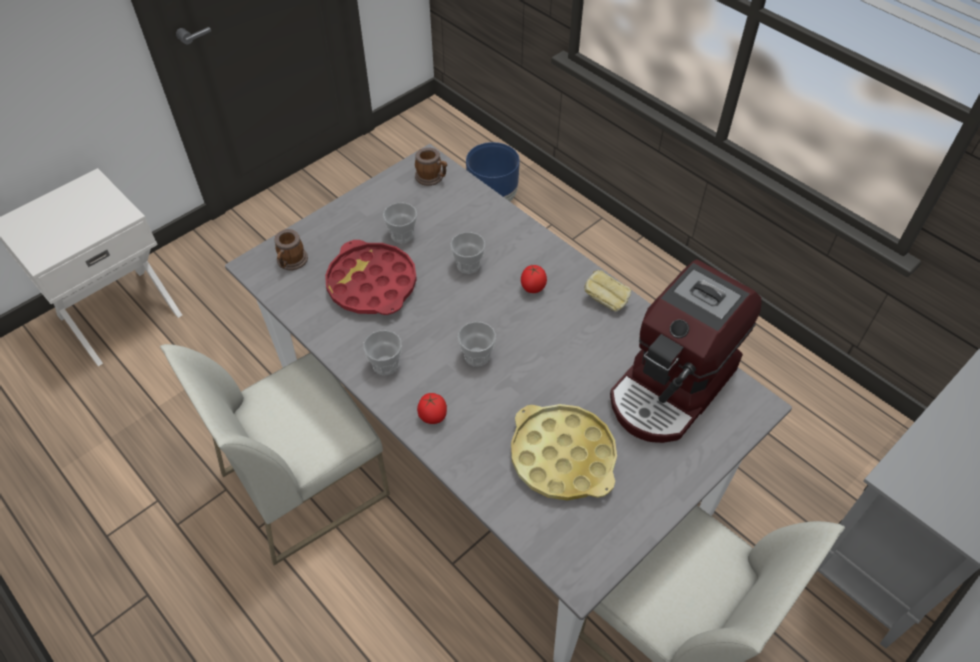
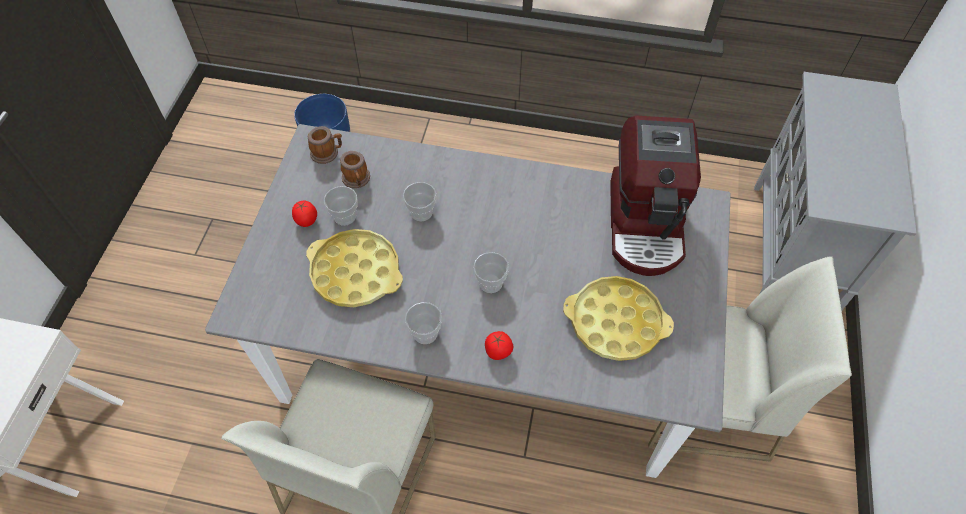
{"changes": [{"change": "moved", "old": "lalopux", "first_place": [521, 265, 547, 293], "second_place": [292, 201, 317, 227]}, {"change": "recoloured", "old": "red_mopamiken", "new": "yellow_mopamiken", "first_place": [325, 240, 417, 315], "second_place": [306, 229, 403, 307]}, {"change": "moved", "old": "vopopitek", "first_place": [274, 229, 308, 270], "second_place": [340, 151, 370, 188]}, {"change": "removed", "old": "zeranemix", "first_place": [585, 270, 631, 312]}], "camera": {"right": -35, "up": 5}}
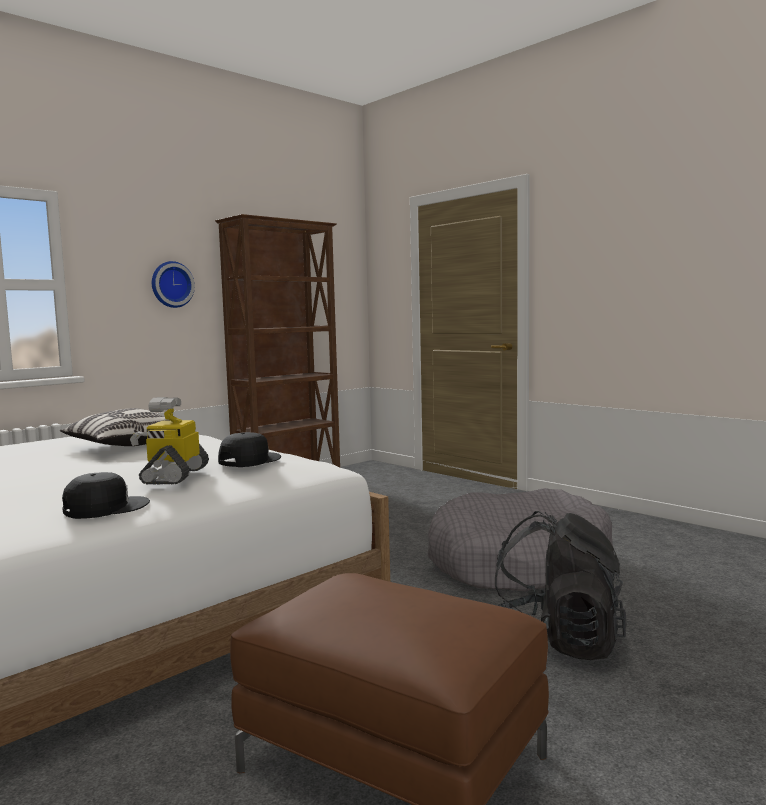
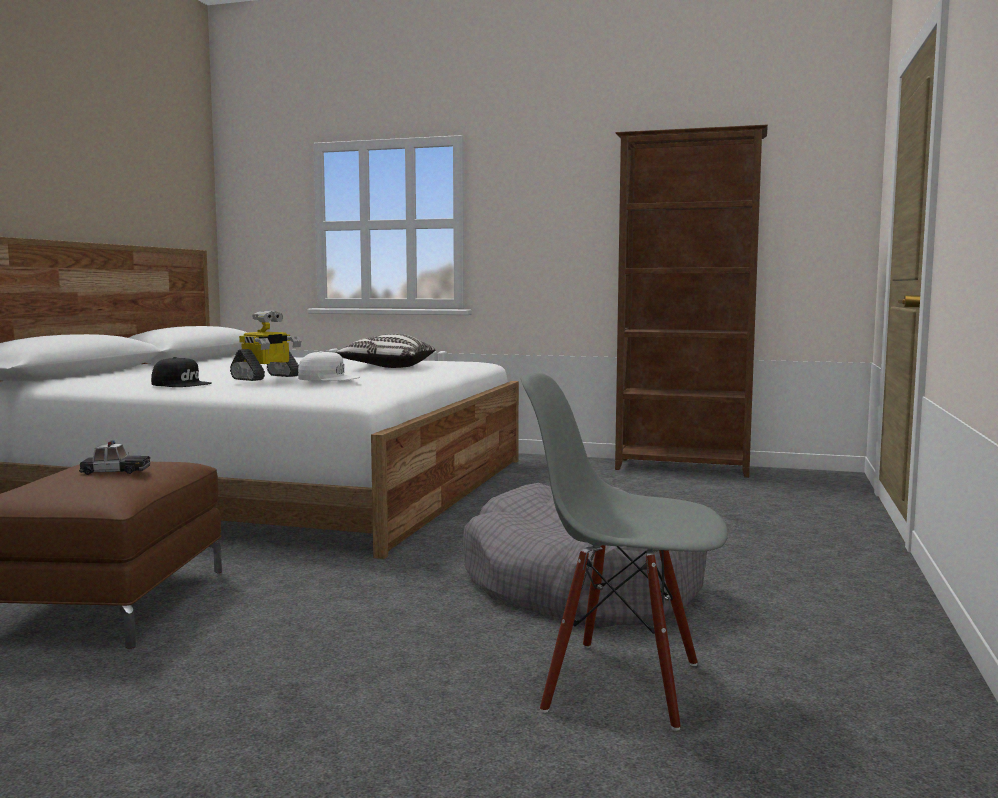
{"changes": [{"change": "added", "new": "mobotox", "second_place": [79, 440, 150, 475]}, {"change": "turned", "old": "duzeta", "first_place": [130, 397, 209, 485], "second_place": [230, 311, 301, 381], "degrees": 150}, {"change": "recoloured", "old": "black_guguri", "new": "white_guguri", "first_place": [218, 432, 281, 467], "second_place": [298, 351, 360, 381]}, {"change": "added", "new": "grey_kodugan", "second_place": [521, 373, 728, 731]}, {"change": "removed", "old": "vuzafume", "first_place": [152, 261, 195, 308]}, {"change": "removed", "old": "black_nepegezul", "first_place": [495, 511, 627, 660]}], "camera": {"right": 60, "up": 0}}
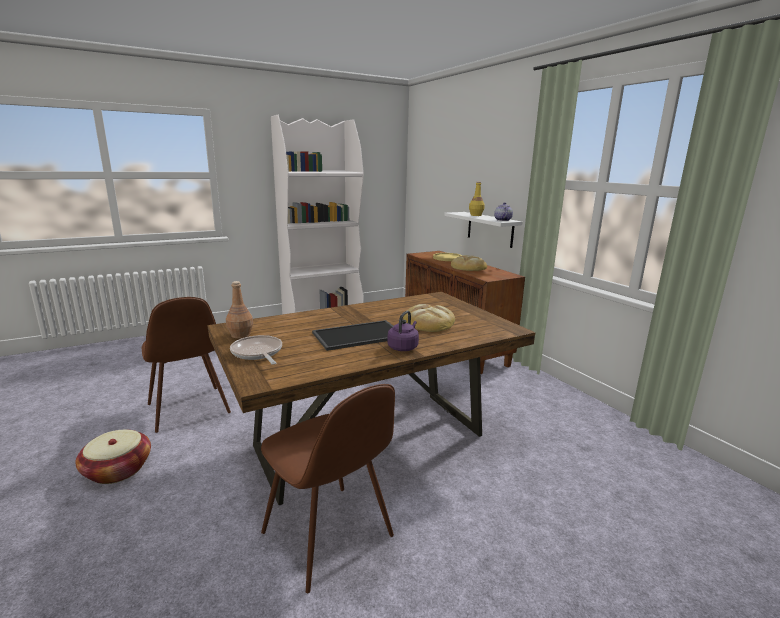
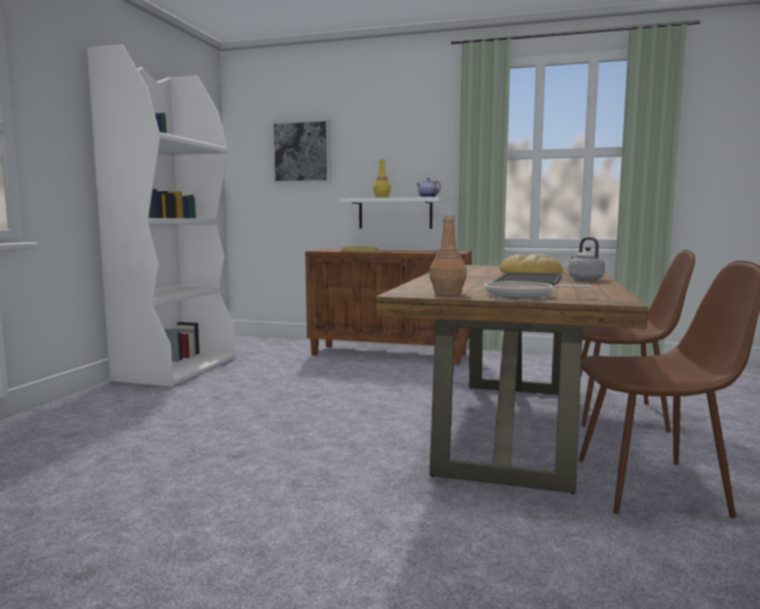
{"changes": [{"change": "added", "new": "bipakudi", "second_place": [272, 119, 331, 183]}, {"change": "recoloured", "old": "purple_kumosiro", "new": "grey_kumosiro", "first_place": [388, 311, 419, 351], "second_place": [569, 237, 605, 281]}, {"change": "moved", "old": "brown_kodugan", "first_place": [142, 297, 231, 433], "second_place": [581, 250, 695, 433]}, {"change": "removed", "old": "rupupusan", "first_place": [75, 430, 151, 484]}, {"change": "removed", "old": "zeranemix", "first_place": [451, 255, 487, 271]}], "camera": {"right": -45, "up": -10}}
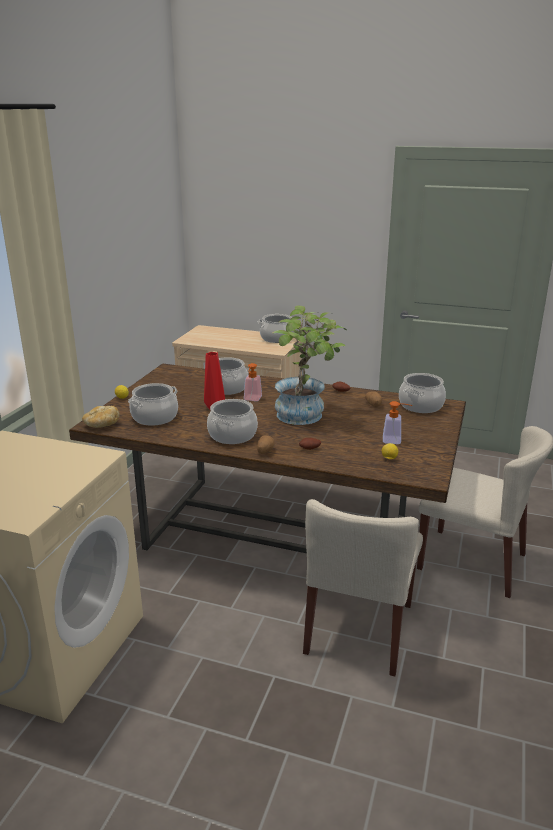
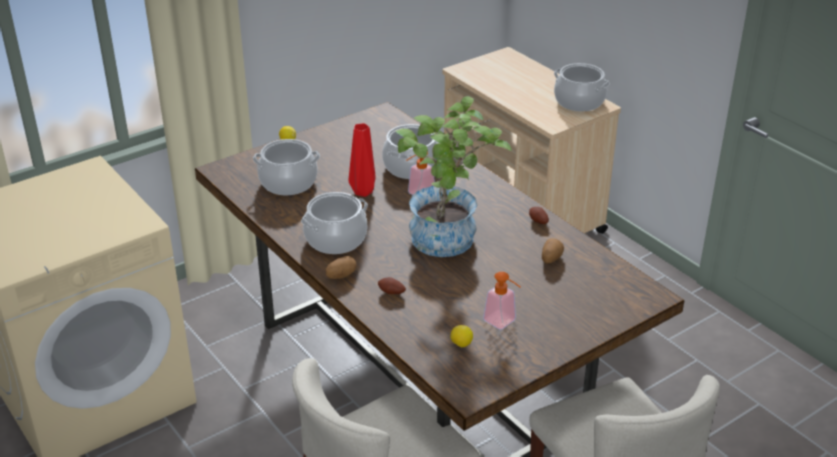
{"changes": [{"change": "removed", "old": "zeranemix", "first_place": [82, 406, 120, 428]}, {"change": "removed", "old": "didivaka", "first_place": [399, 373, 446, 413]}], "camera": {"right": 35, "up": 10}}
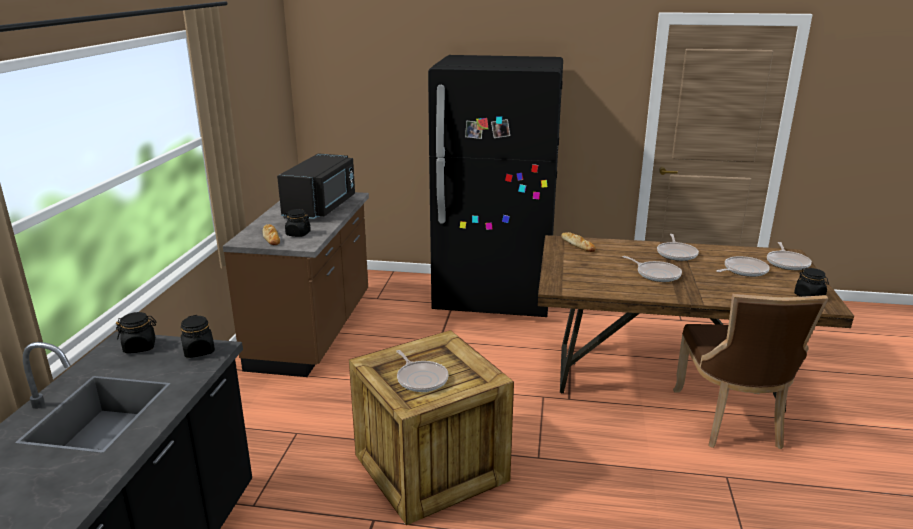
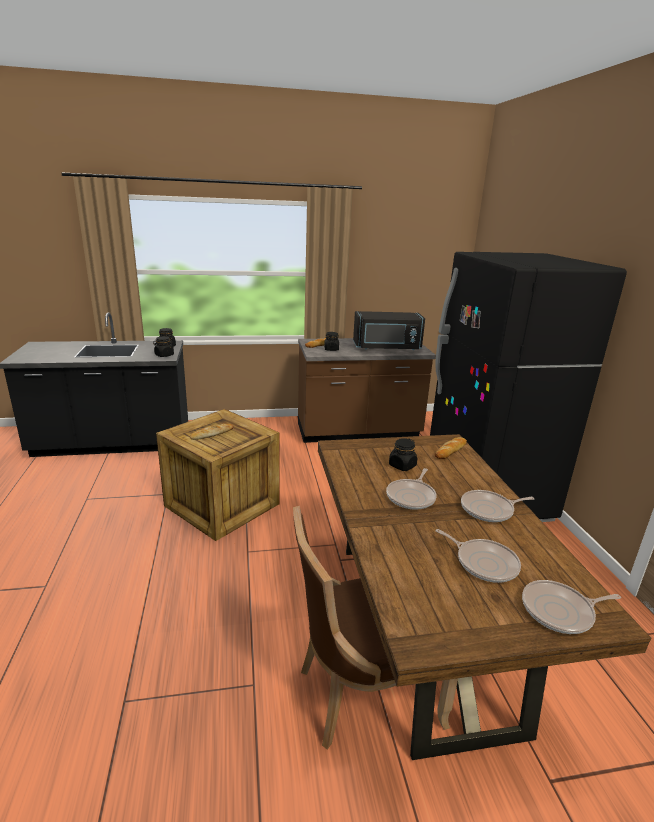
{"changes": [{"change": "replaced", "old": "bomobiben", "new": "zeranemix", "first_place": [396, 350, 449, 392], "second_place": [190, 424, 233, 440]}, {"change": "moved", "old": "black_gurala", "first_place": [794, 268, 829, 297], "second_place": [389, 438, 417, 471]}], "camera": {"right": 70, "up": 0}}
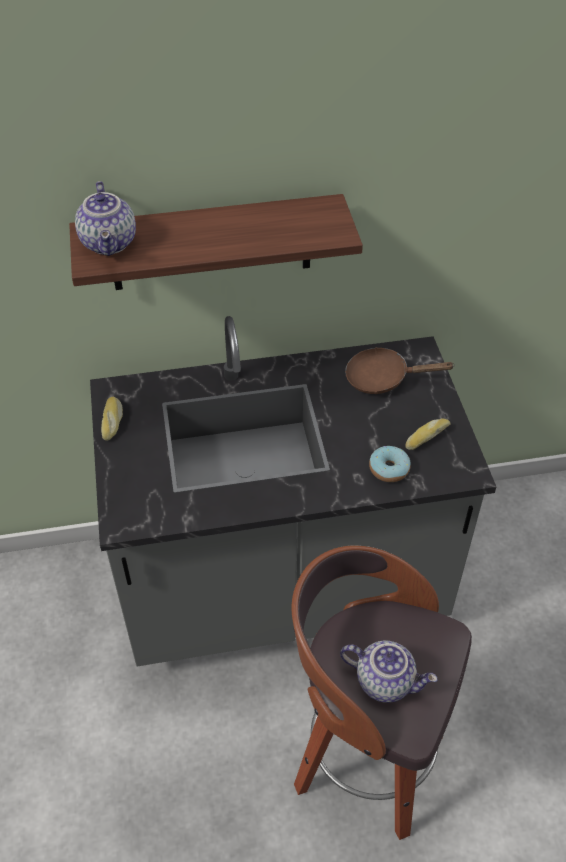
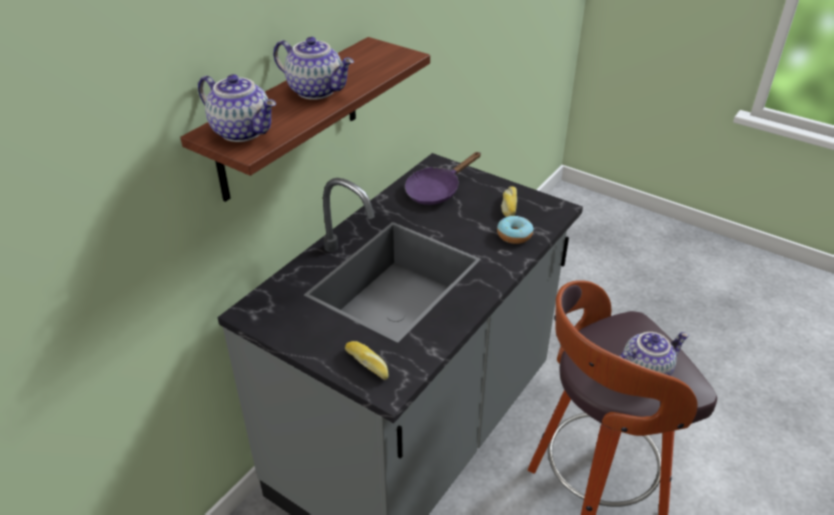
{"changes": [{"change": "added", "new": "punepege", "second_place": [273, 37, 354, 100]}, {"change": "moved", "old": "zeranemix", "first_place": [101, 397, 123, 441], "second_place": [345, 341, 389, 380]}, {"change": "recoloured", "old": "brown_bomobiben", "new": "purple_bomobiben", "first_place": [345, 347, 455, 394], "second_place": [405, 152, 481, 205]}], "camera": {"right": -45, "up": -10}}
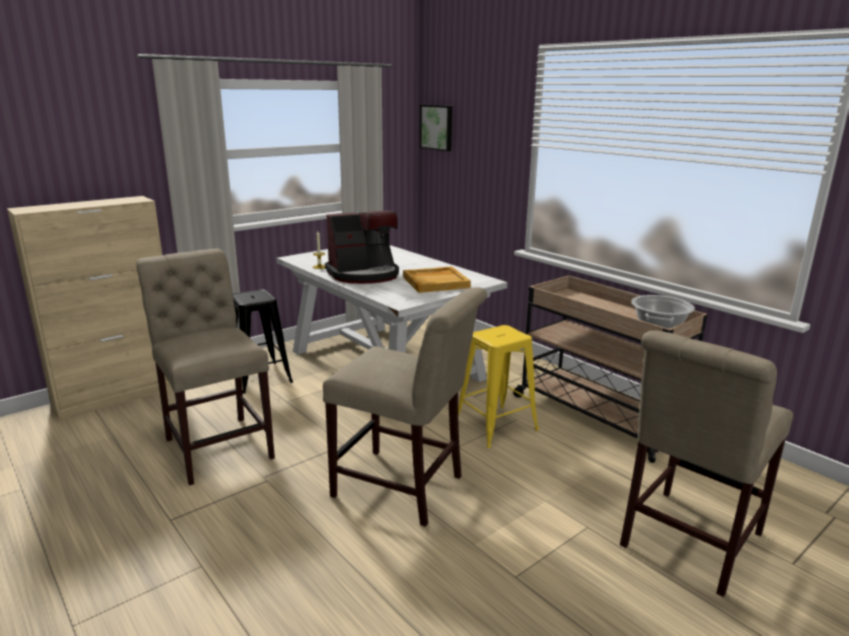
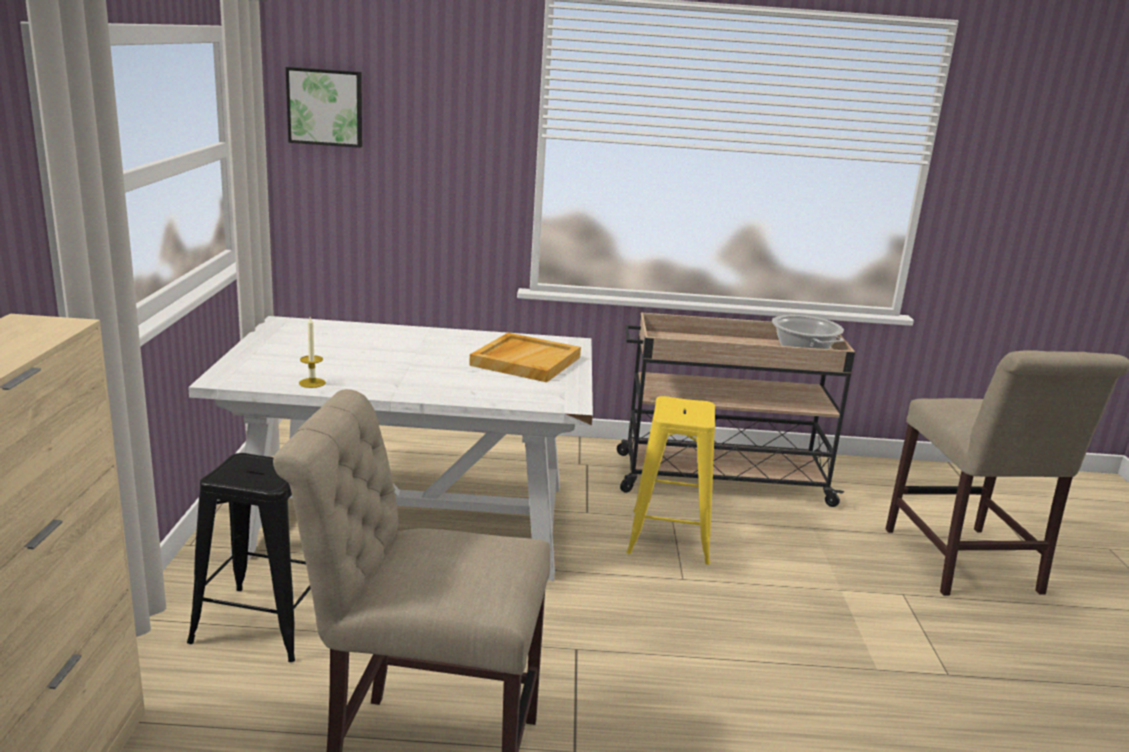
{"changes": [{"change": "removed", "old": "beige_kodugan", "first_place": [323, 287, 487, 527]}, {"change": "removed", "old": "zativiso", "first_place": [325, 211, 399, 284]}], "camera": {"right": -50, "up": 0}}
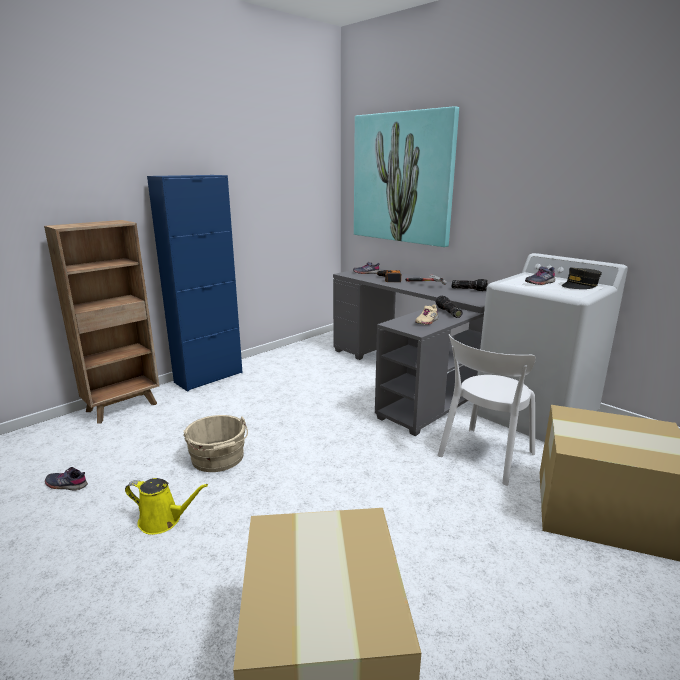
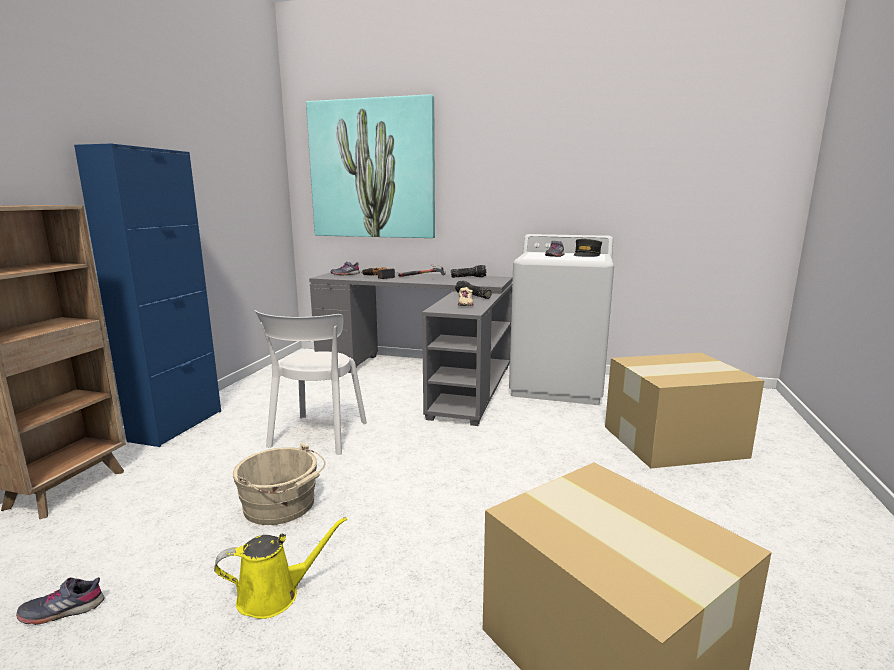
{"changes": [{"change": "moved", "old": "white_kodugan", "first_place": [437, 334, 536, 486], "second_place": [255, 310, 367, 455]}], "camera": {"right": -30, "up": -5}}
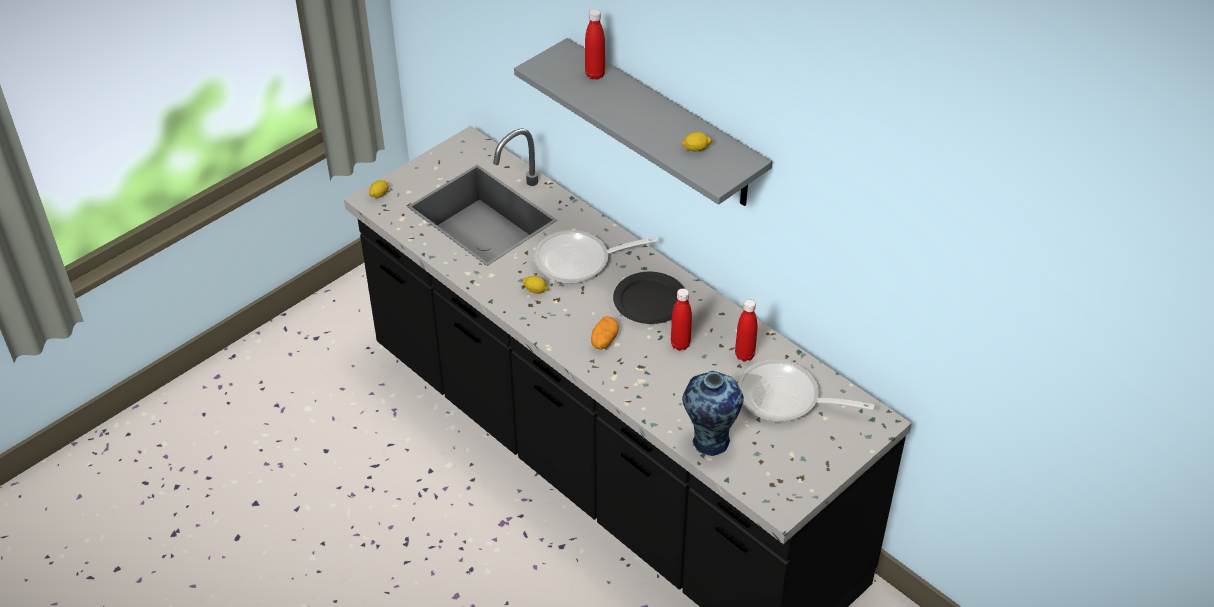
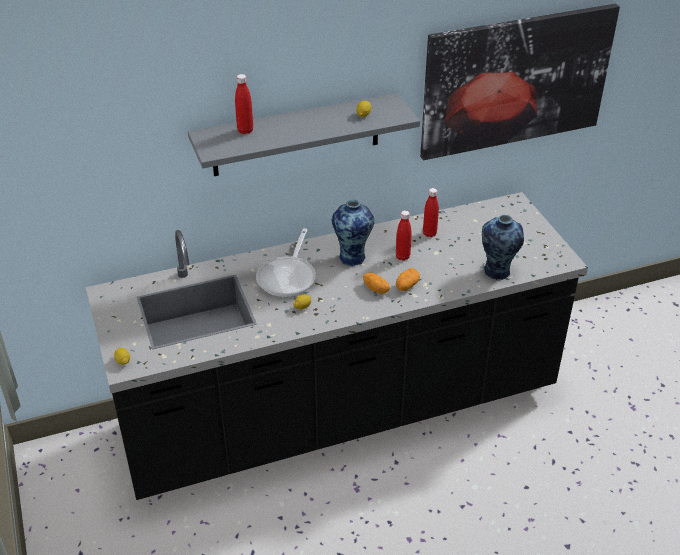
{"changes": [{"change": "replaced", "old": "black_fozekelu", "new": "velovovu", "first_place": [613, 272, 684, 324], "second_place": [332, 200, 374, 266]}, {"change": "added", "new": "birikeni", "second_place": [396, 268, 420, 291]}, {"change": "added", "new": "bipakudi", "second_place": [420, 4, 620, 160]}, {"change": "removed", "old": "bomobiben", "first_place": [738, 360, 875, 422]}], "camera": {"right": -65, "up": -5}}
